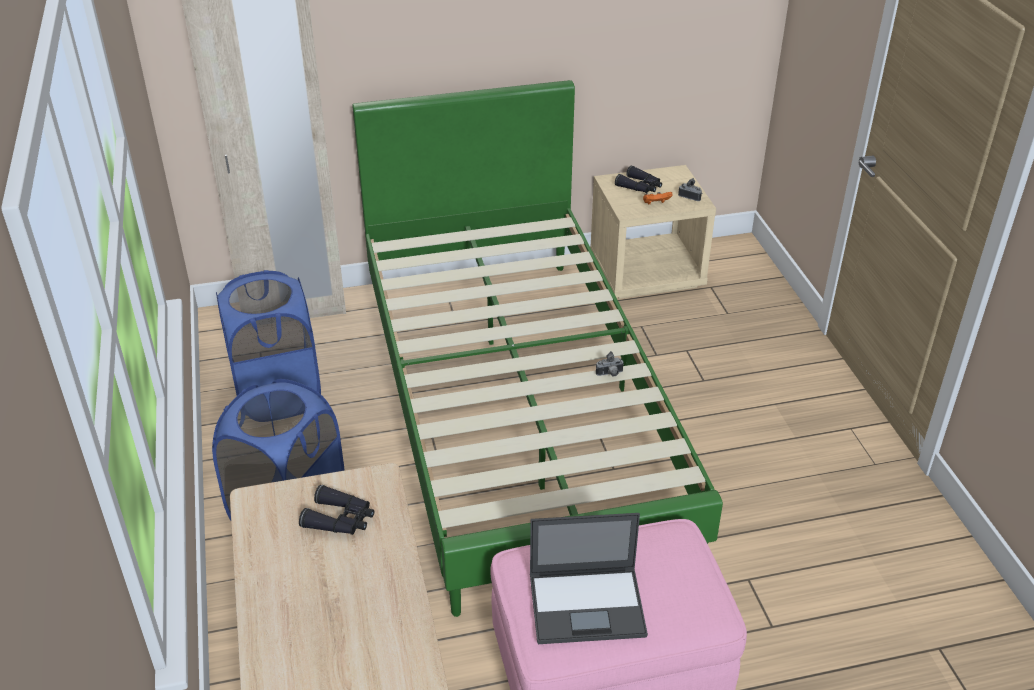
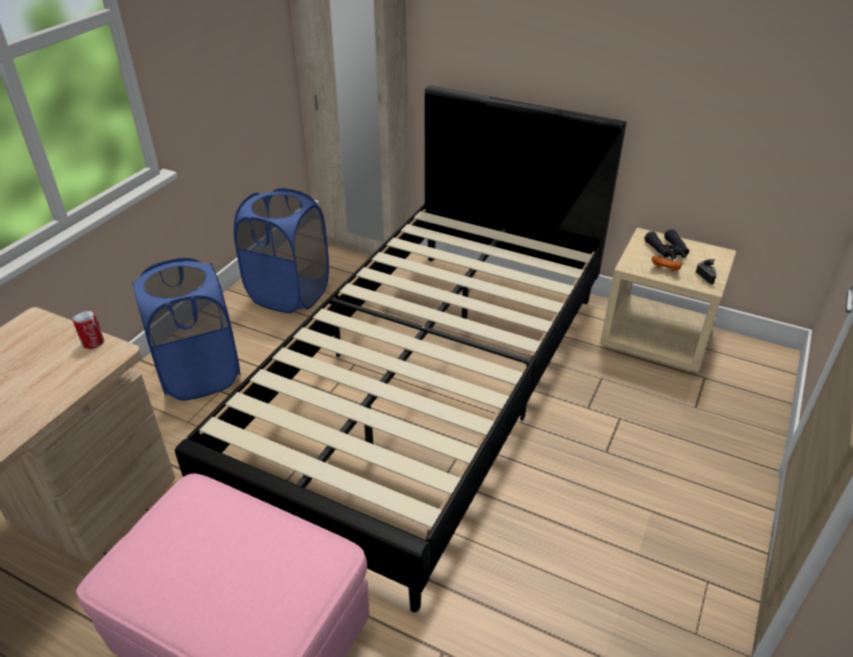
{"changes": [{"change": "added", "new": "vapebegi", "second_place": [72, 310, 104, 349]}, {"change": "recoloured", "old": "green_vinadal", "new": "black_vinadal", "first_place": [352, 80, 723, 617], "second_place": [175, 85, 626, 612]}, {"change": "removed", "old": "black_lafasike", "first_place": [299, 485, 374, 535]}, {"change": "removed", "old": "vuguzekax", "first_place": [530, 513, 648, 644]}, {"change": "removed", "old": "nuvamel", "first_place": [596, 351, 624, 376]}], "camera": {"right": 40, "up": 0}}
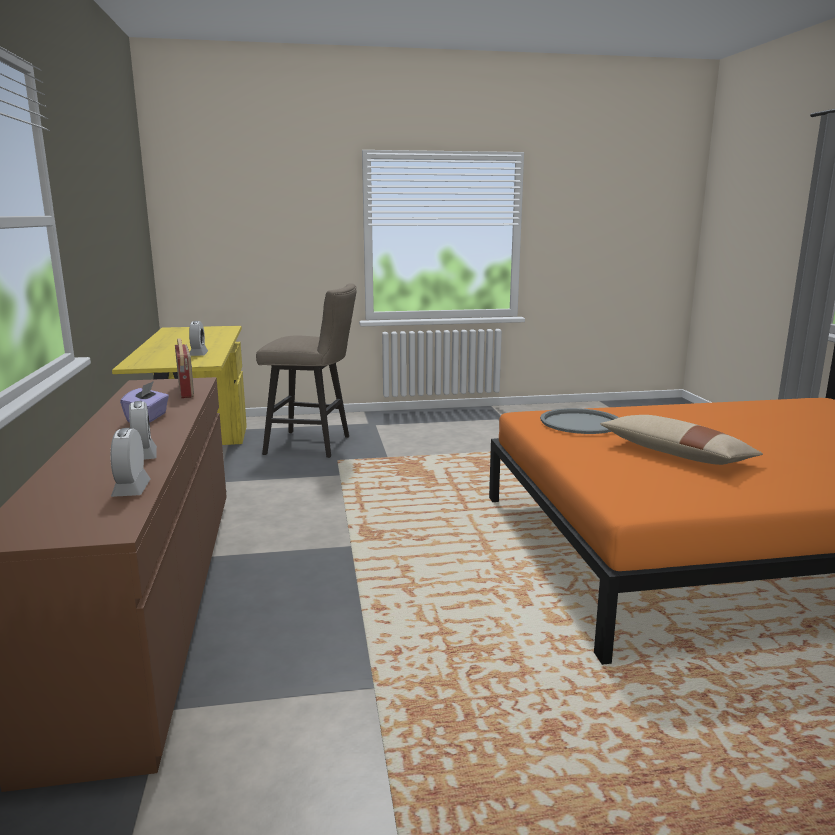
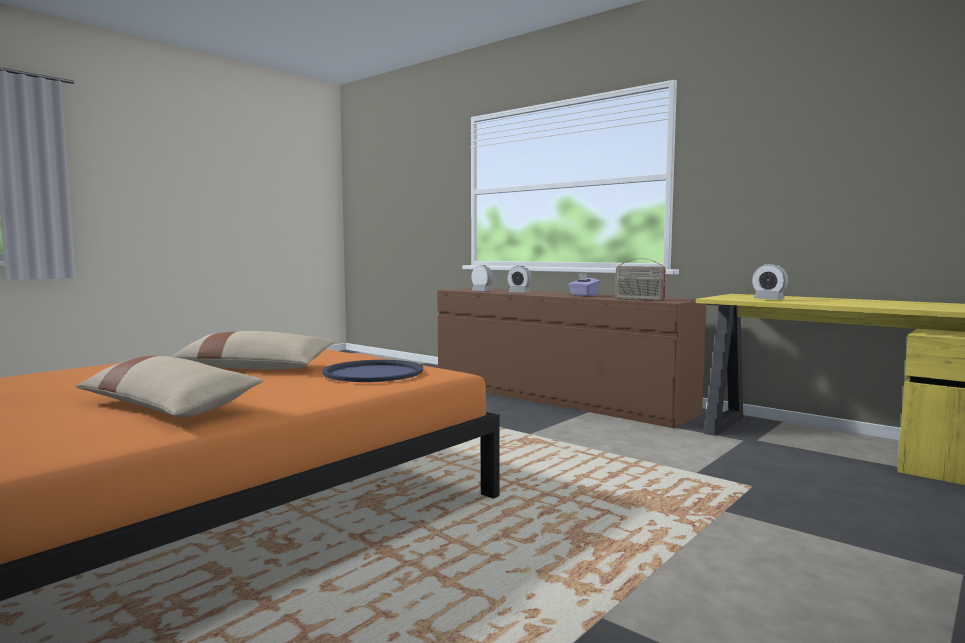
{"changes": [{"change": "added", "new": "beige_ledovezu", "second_place": [76, 356, 263, 417]}, {"change": "recoloured", "old": "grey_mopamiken", "new": "blue_mopamiken", "first_place": [540, 408, 619, 434], "second_place": [322, 360, 423, 382]}, {"change": "removed", "old": "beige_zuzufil", "first_place": [256, 283, 356, 458]}], "camera": {"right": 140, "up": -10}}
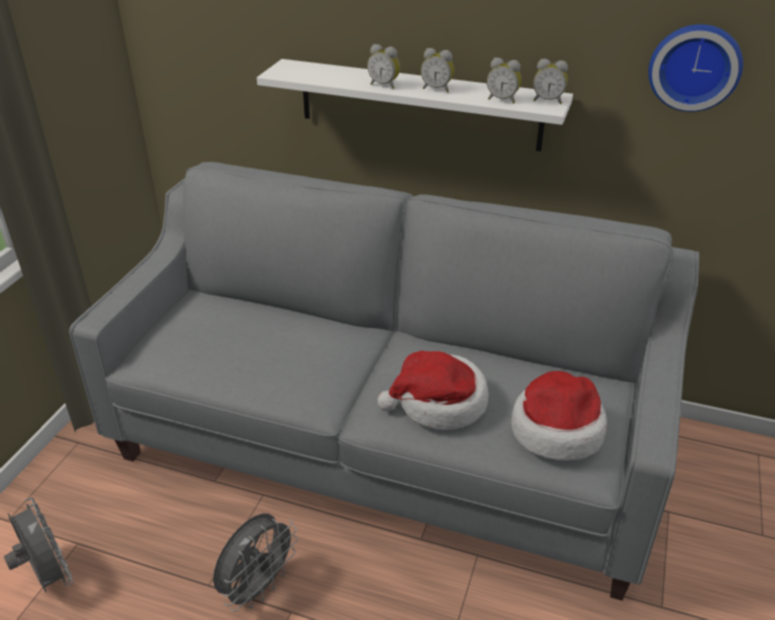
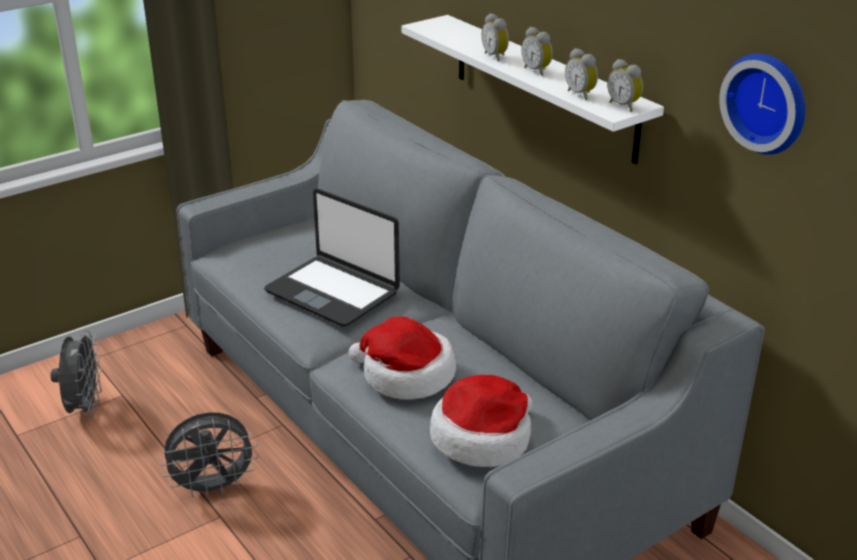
{"changes": [{"change": "added", "new": "vuguzekax", "second_place": [264, 189, 400, 327]}], "camera": {"right": 35, "up": -5}}
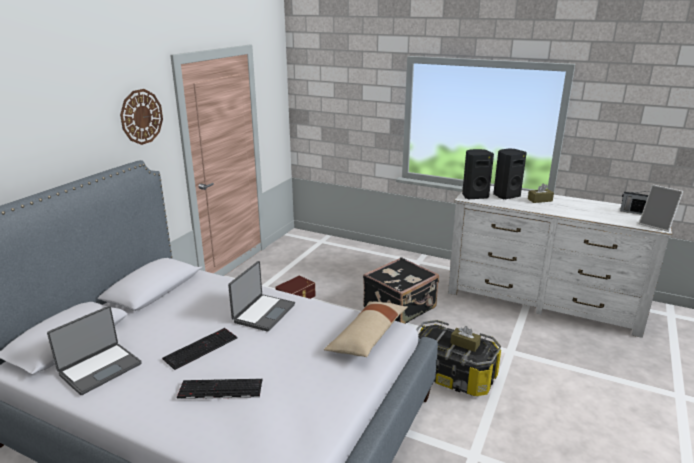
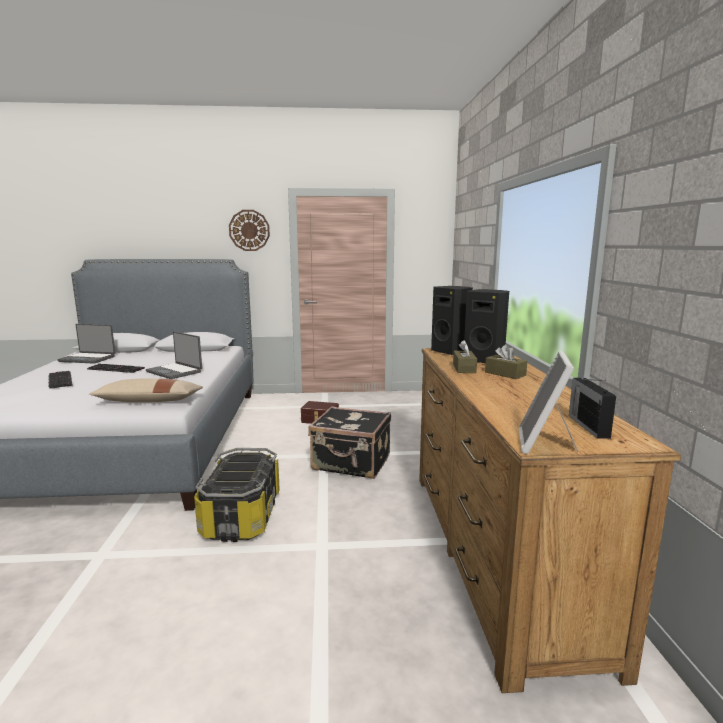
{"changes": [{"change": "turned", "old": "vuguzekax", "first_place": [228, 261, 295, 332], "second_place": [146, 331, 202, 379], "degrees": 45}, {"change": "recoloured", "old": "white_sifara", "new": "brown_sifara", "first_place": [448, 186, 672, 338], "second_place": [419, 348, 681, 693]}, {"change": "moved", "old": "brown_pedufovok", "first_place": [450, 326, 481, 352], "second_place": [453, 340, 477, 373]}], "camera": {"right": 60, "up": -10}}
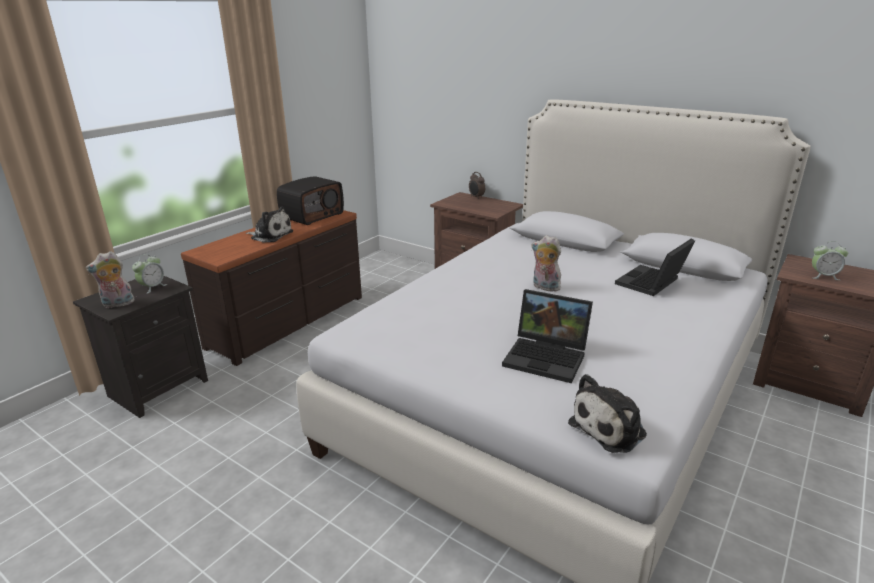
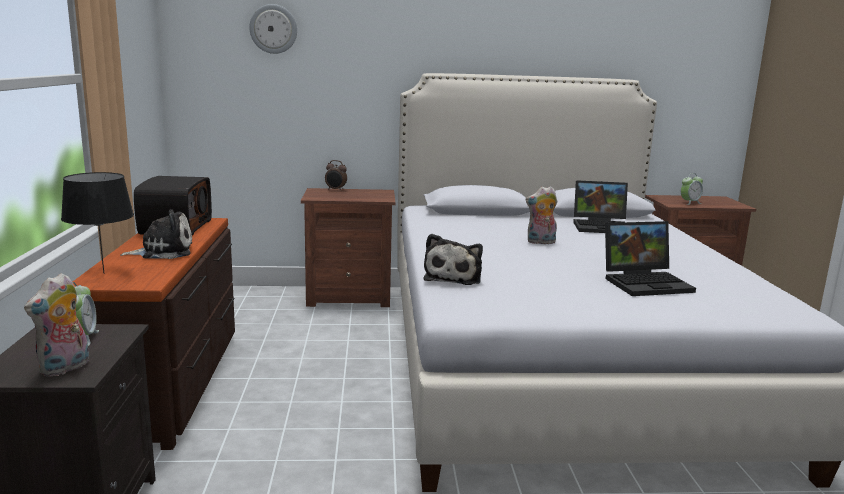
{"changes": [{"change": "added", "new": "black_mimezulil", "second_place": [61, 172, 134, 274]}, {"change": "added", "new": "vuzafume", "second_place": [249, 4, 297, 54]}, {"change": "moved", "old": "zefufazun", "first_place": [568, 374, 647, 453], "second_place": [424, 234, 483, 285]}, {"change": "turned", "old": "vuguzekax", "first_place": [615, 239, 695, 296], "second_place": [573, 180, 628, 233], "degrees": -90}], "camera": {"right": -40, "up": -10}}
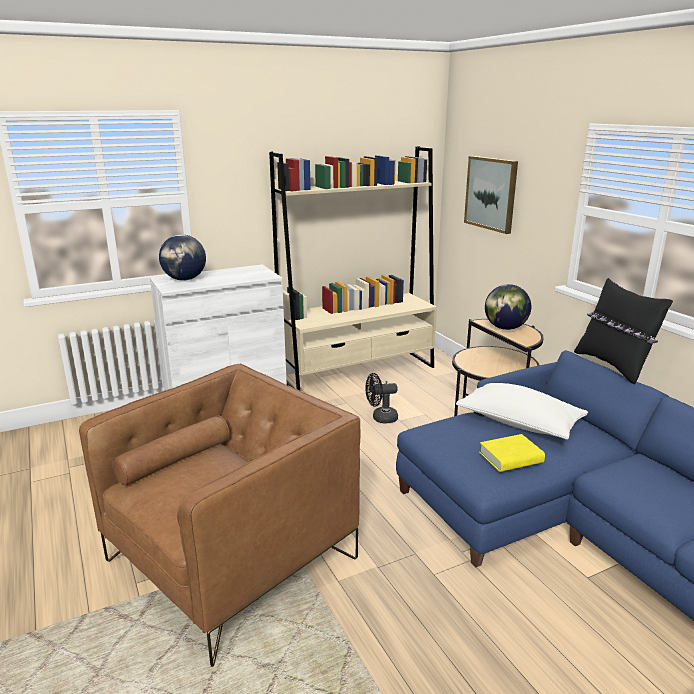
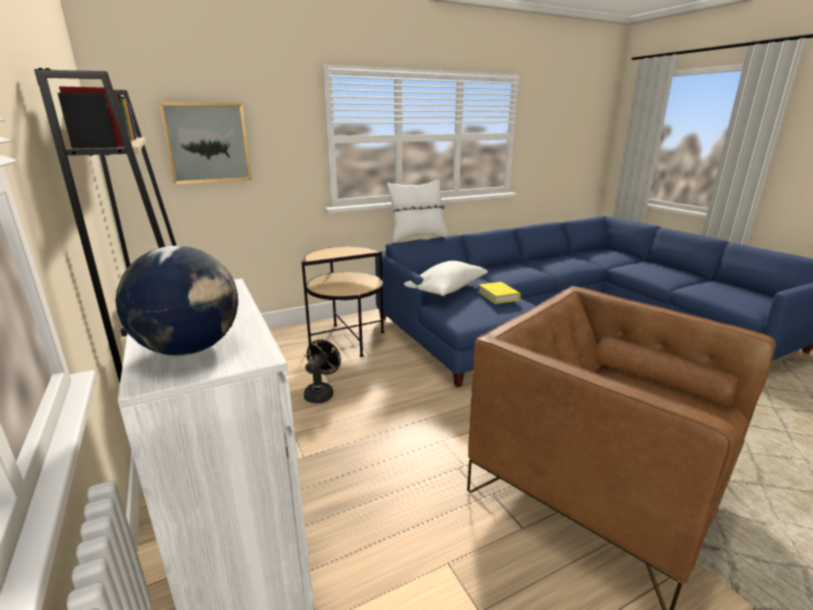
{"changes": [{"change": "turned", "old": "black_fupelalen", "first_place": [365, 373, 398, 423], "second_place": [304, 340, 341, 403], "degrees": -150}, {"change": "recoloured", "old": "black_ledovezu", "new": "white_ledovezu", "first_place": [574, 278, 673, 384], "second_place": [387, 180, 447, 242]}, {"change": "removed", "old": "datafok", "first_place": [485, 284, 531, 330]}], "camera": {"right": -90, "up": 0}}
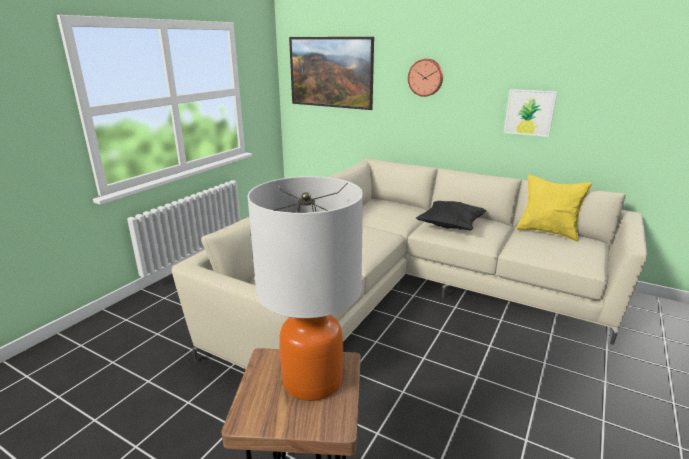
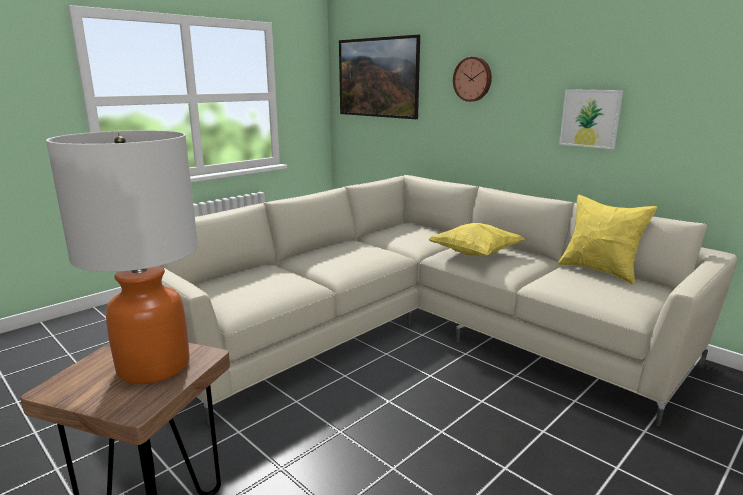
{"changes": [{"change": "recoloured", "old": "black_ledovezu", "new": "yellow_ledovezu", "first_place": [416, 201, 487, 230], "second_place": [429, 223, 525, 257]}], "camera": {"right": 15, "up": -5}}
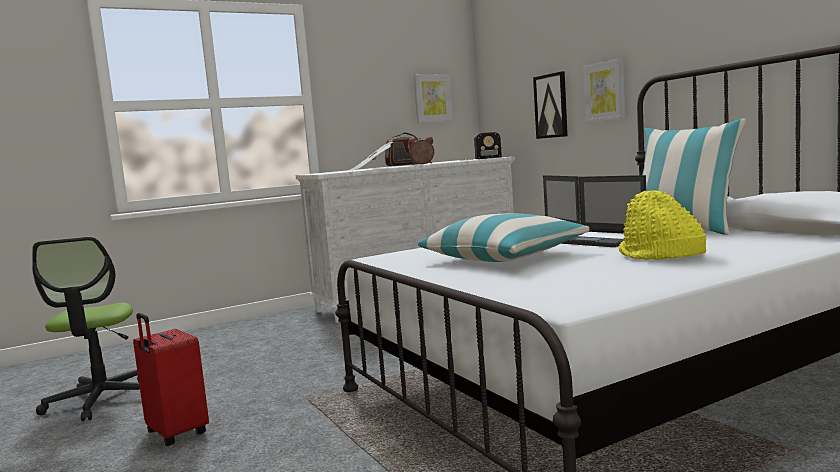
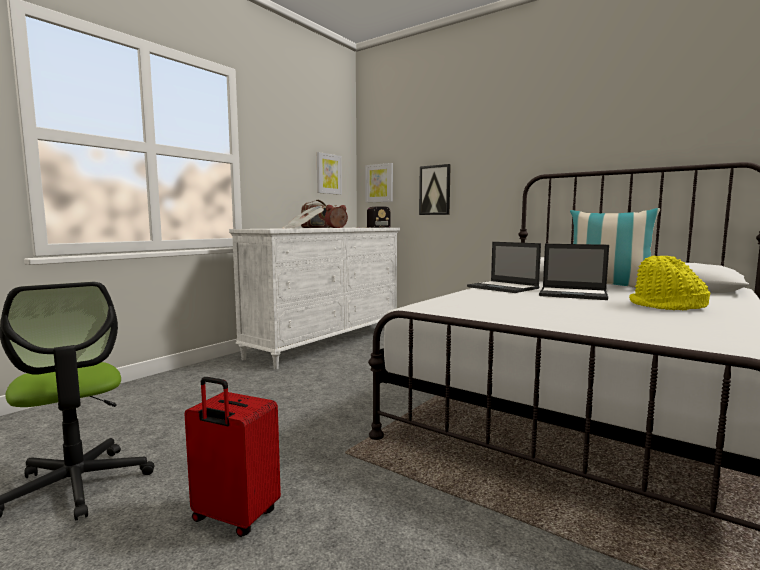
{"changes": [{"change": "moved", "old": "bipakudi", "first_place": [583, 58, 625, 123], "second_place": [365, 163, 393, 203]}, {"change": "removed", "old": "ledovezu", "first_place": [418, 214, 590, 262]}], "camera": {"right": -25, "up": 0}}
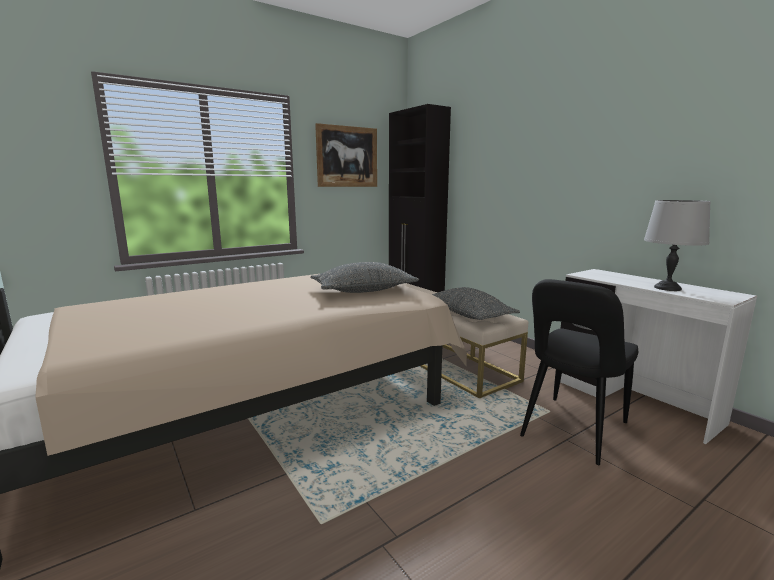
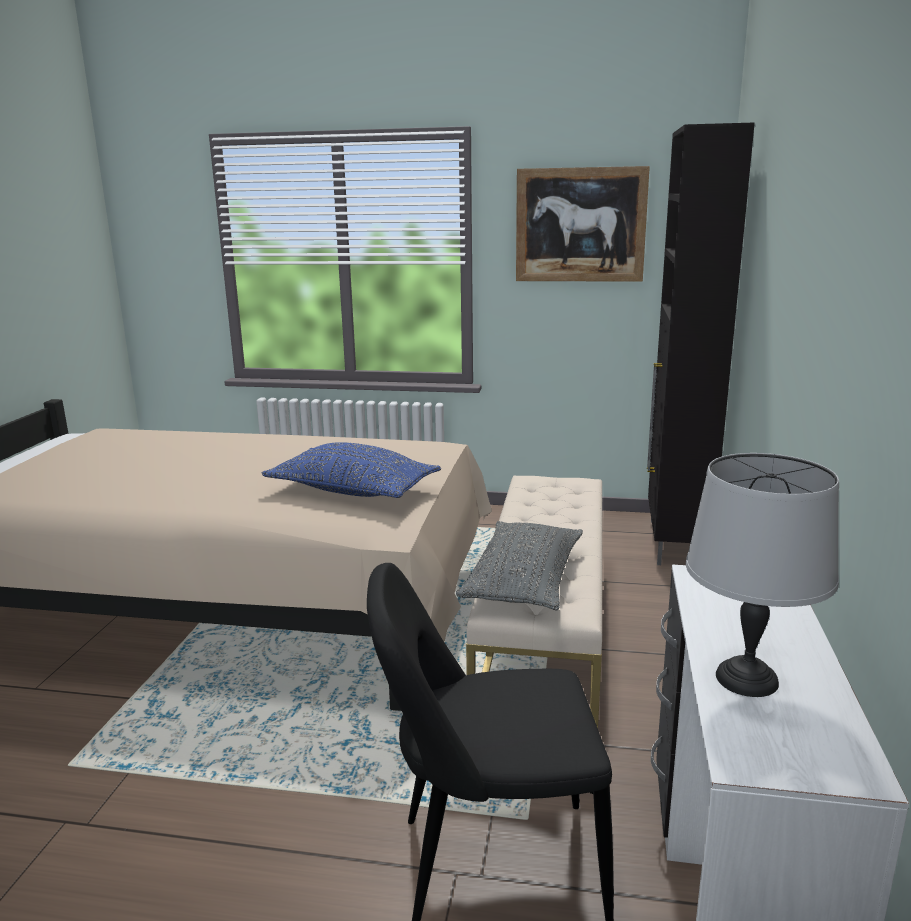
{"changes": [{"change": "recoloured", "old": "grey_ledovezu", "new": "blue_ledovezu", "first_place": [310, 262, 419, 293], "second_place": [262, 442, 441, 498]}], "camera": {"right": 45, "up": 5}}
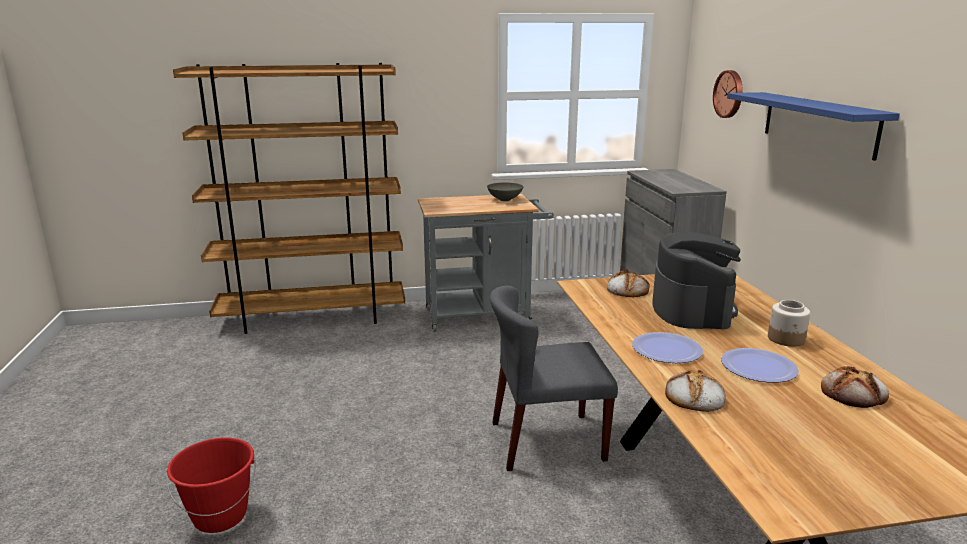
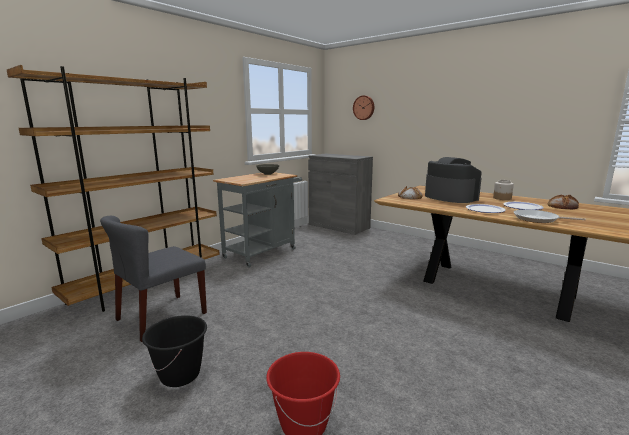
{"changes": [{"change": "moved", "old": "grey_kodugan", "first_place": [490, 285, 618, 471], "second_place": [100, 216, 207, 342]}, {"change": "added", "new": "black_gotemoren", "second_place": [142, 315, 207, 387]}, {"change": "replaced", "old": "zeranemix", "new": "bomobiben", "first_place": [665, 370, 726, 412], "second_place": [514, 209, 586, 223]}, {"change": "removed", "old": "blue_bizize", "first_place": [727, 92, 900, 161]}], "camera": {"right": -40, "up": -5}}
